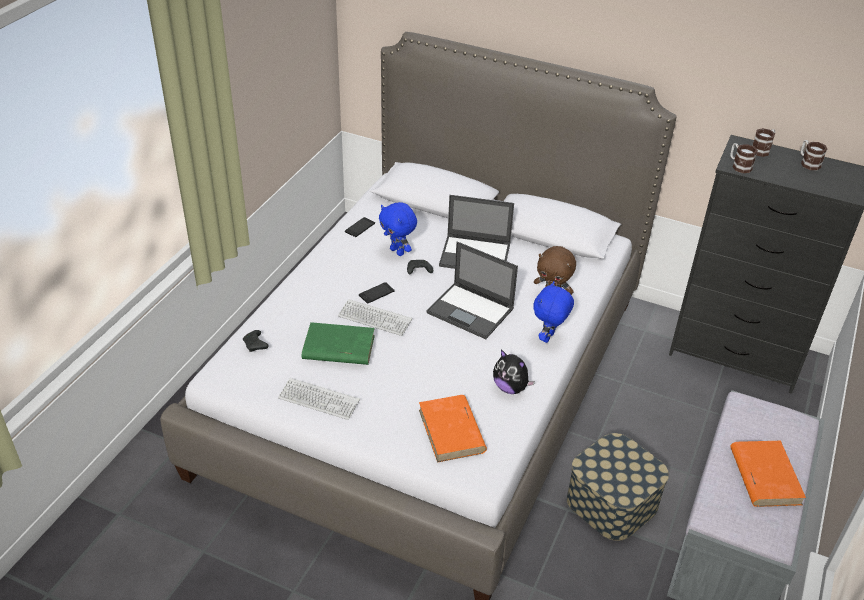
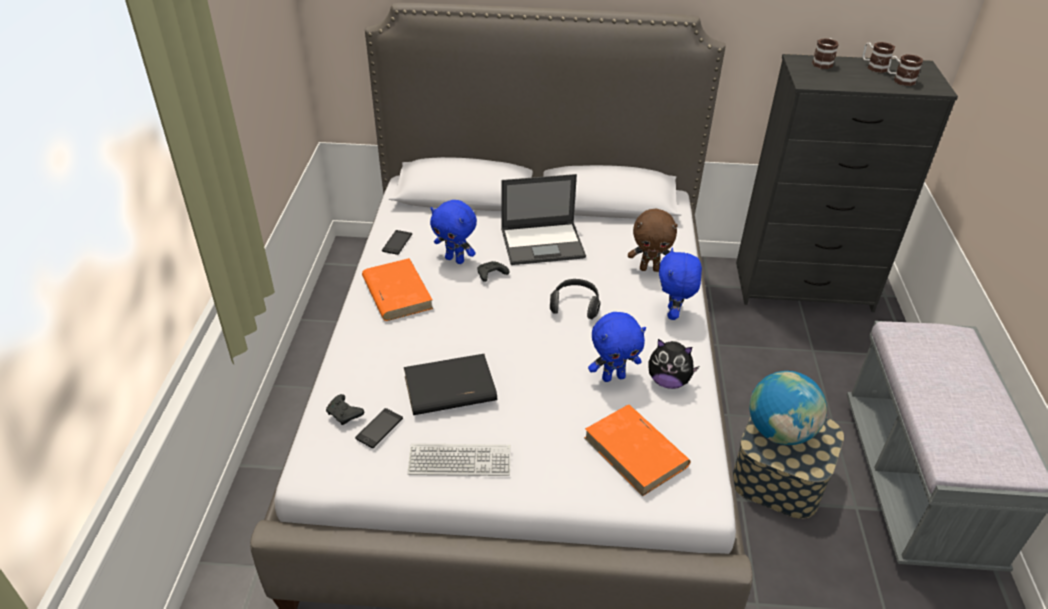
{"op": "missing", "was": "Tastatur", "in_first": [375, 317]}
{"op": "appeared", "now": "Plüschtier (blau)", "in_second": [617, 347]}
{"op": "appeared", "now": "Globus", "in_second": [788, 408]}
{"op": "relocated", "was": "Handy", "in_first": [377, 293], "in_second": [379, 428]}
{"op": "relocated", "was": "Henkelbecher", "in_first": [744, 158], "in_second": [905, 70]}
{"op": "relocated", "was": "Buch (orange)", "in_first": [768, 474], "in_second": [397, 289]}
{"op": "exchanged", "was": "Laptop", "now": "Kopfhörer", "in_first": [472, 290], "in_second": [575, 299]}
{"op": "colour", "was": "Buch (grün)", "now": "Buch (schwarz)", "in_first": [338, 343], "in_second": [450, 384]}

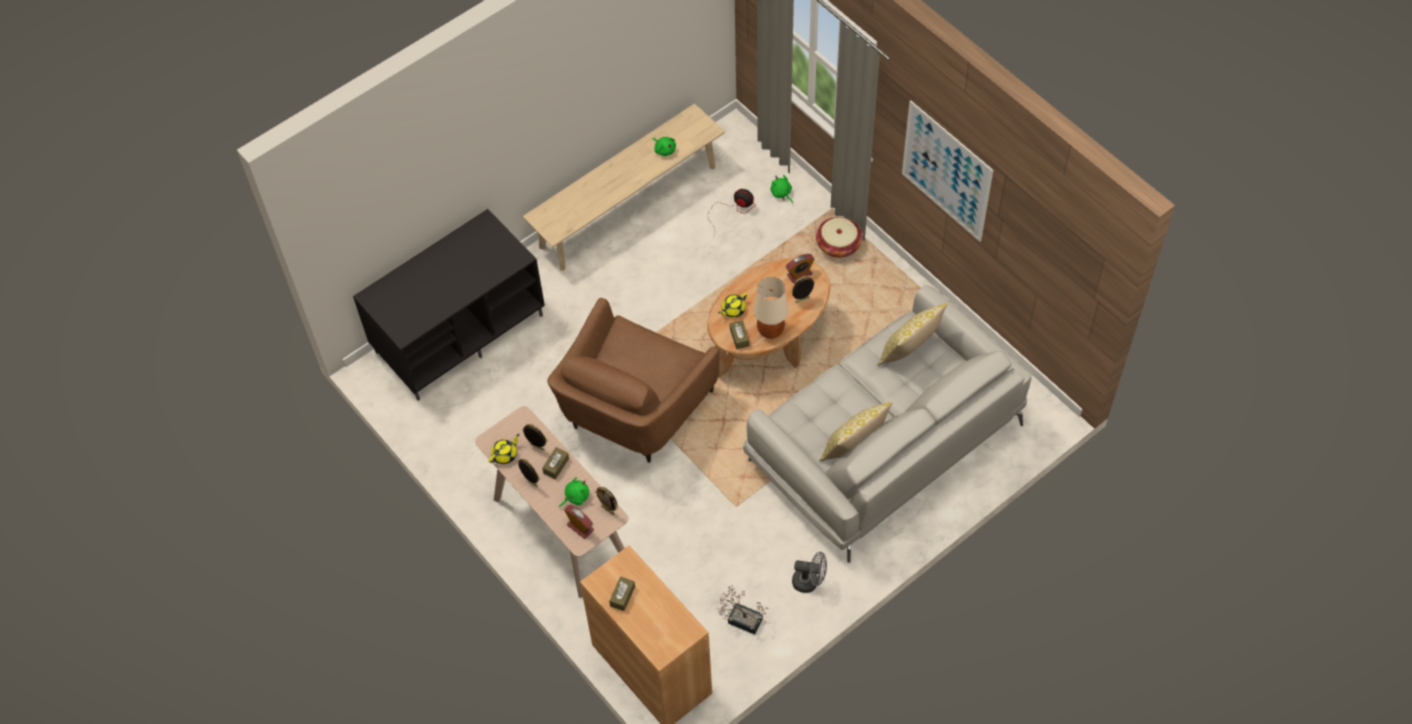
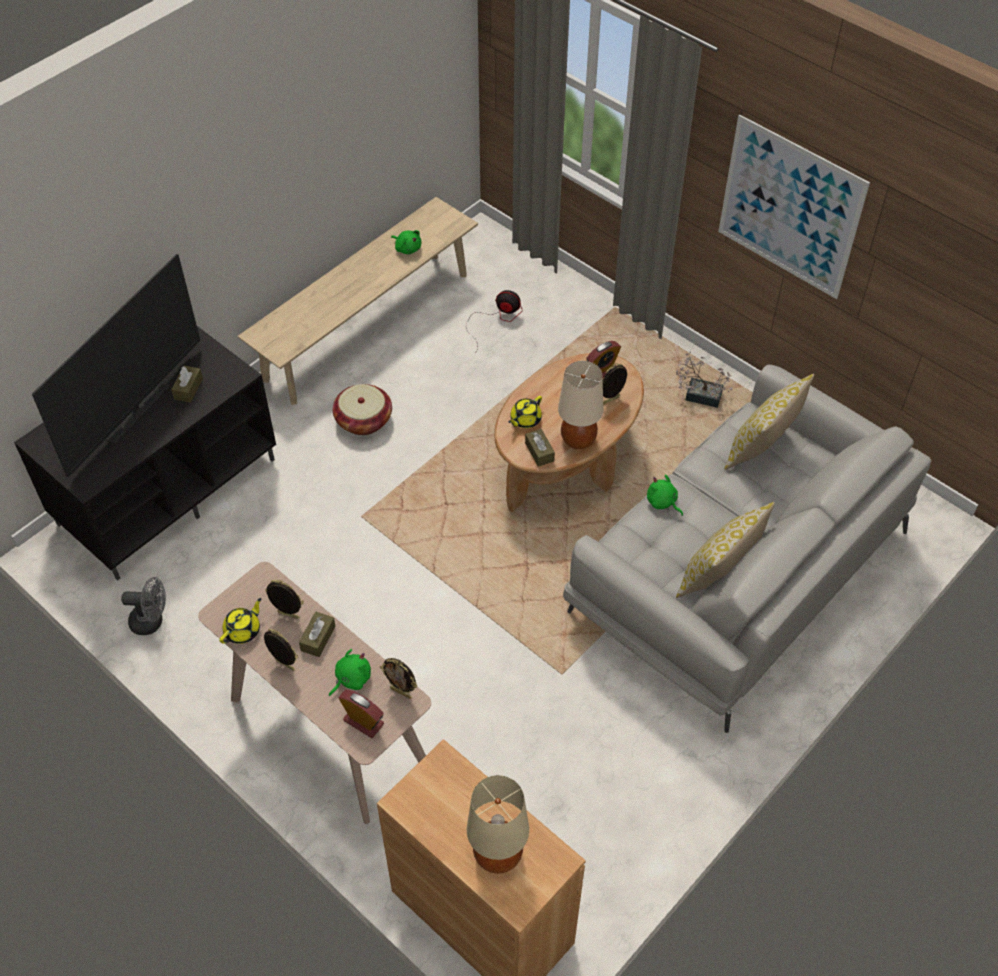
{"op": "missing", "was": "Sessel (braun)", "in_first": [633, 380]}
{"op": "appeared", "now": "Fernseher", "in_second": [116, 365]}
{"op": "appeared", "now": "Tischlampe (beige)", "in_second": [498, 824]}
{"op": "relocated", "was": "Taschentuchbox (braun)", "in_first": [622, 594], "in_second": [187, 384]}
{"op": "relocated", "was": "Topfpflanze", "in_first": [743, 610], "in_second": [704, 380]}
{"op": "relocated", "was": "Plüschtier (grün)", "in_first": [782, 189], "in_second": [665, 495]}
{"op": "relocated", "was": "Ventilator (grau)", "in_first": [809, 572], "in_second": [143, 606]}
{"op": "relocated", "was": "Korb", "in_first": [839, 237], "in_second": [362, 409]}

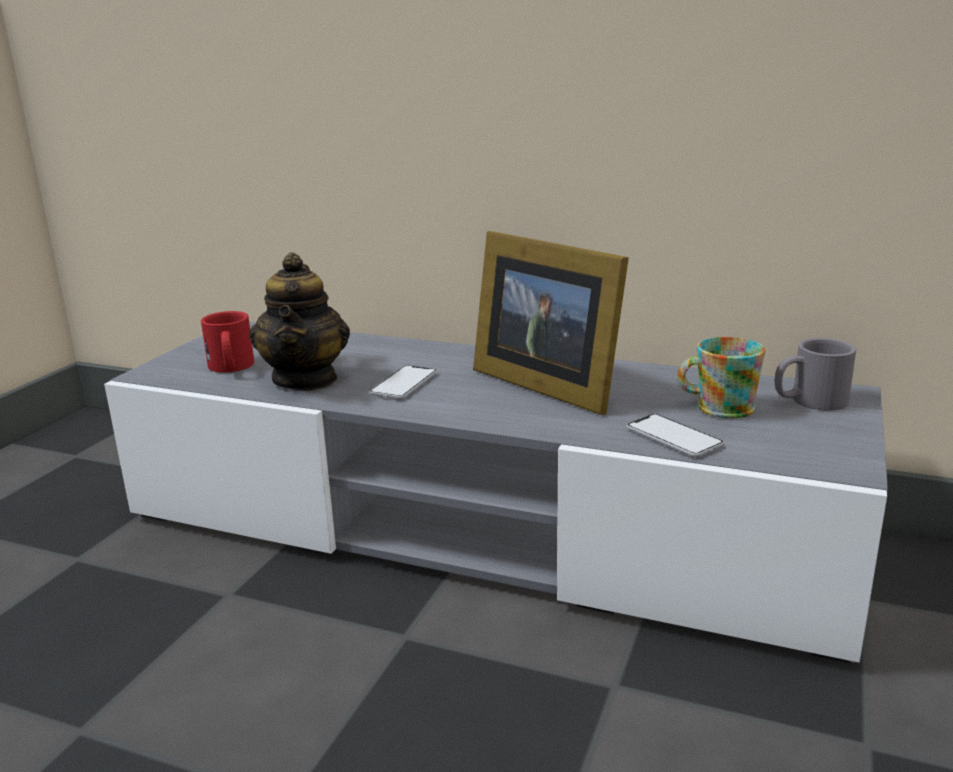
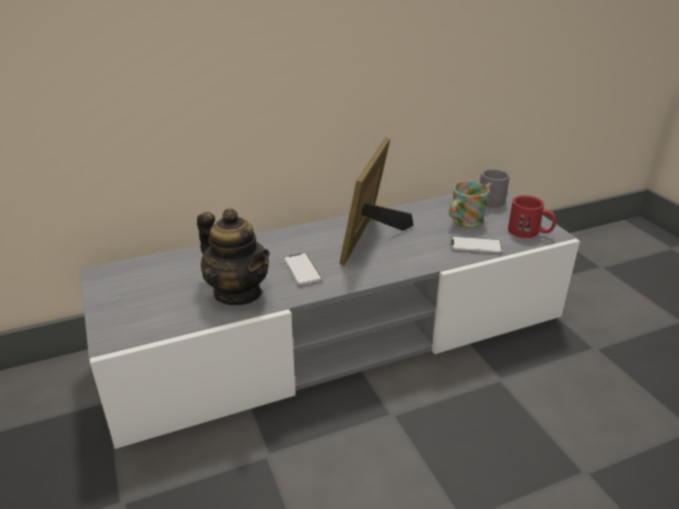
{"op": "relocated", "was": "Henkelbecher (rot)", "in_first": [227, 342], "in_second": [532, 216]}
{"op": "spun", "was": "Bilderrahmen", "in_first": [551, 323], "in_second": [376, 201], "clockwise": 105}

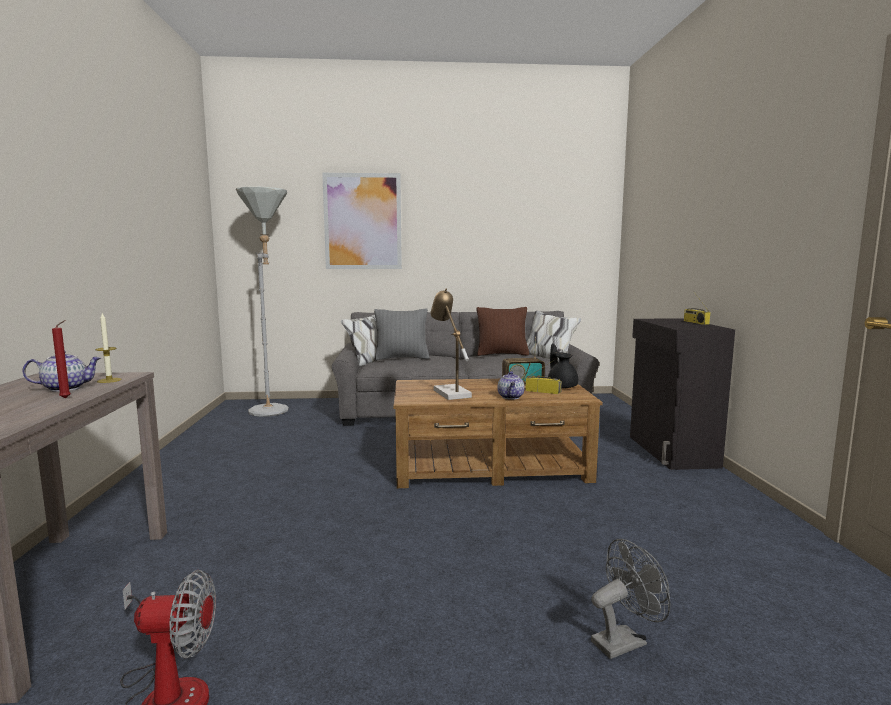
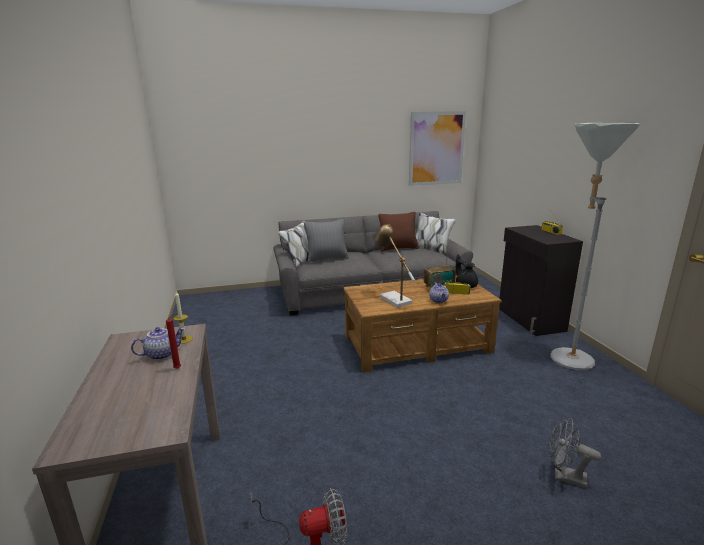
{"op": "relocated", "was": "Stehlampe (grau)", "in_first": [262, 302], "in_second": [595, 246]}
{"op": "relocated", "was": "Bild", "in_first": [362, 221], "in_second": [437, 148]}
{"op": "spun", "was": "Ventilator (grau)", "in_first": [630, 599], "in_second": [575, 453], "clockwise": -120}

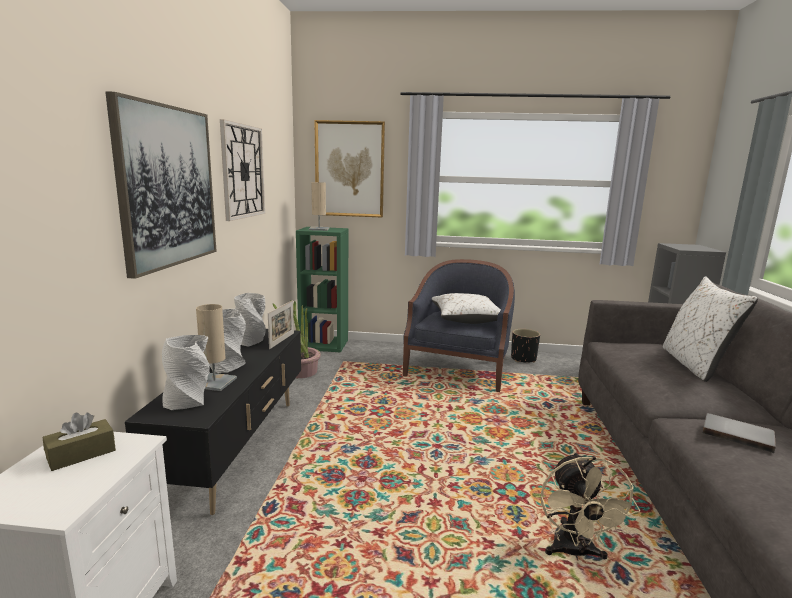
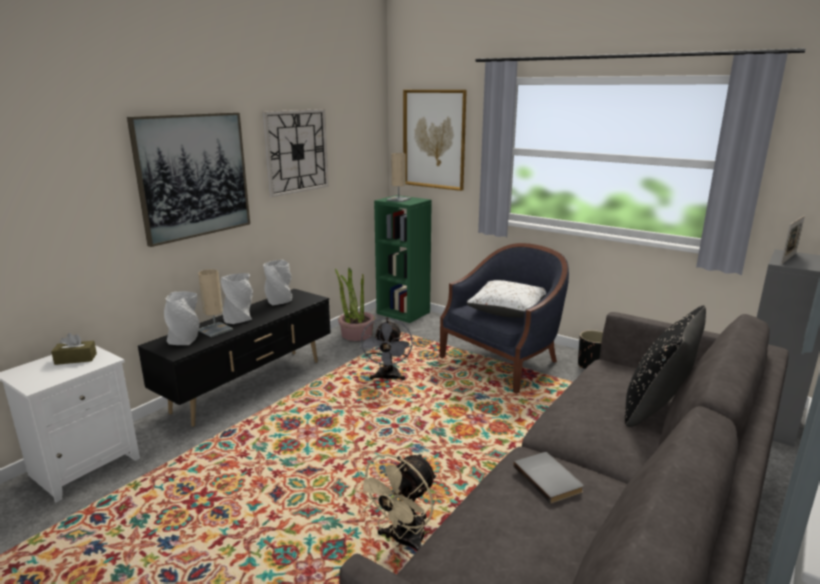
{"op": "appeared", "now": "Ventilator (grau)", "in_second": [386, 348]}
{"op": "relocated", "was": "Bilderrahmen", "in_first": [281, 324], "in_second": [793, 239]}
{"op": "colour", "was": "Kissen (weiß)", "now": "Kissen (schwarz)", "in_first": [710, 329], "in_second": [665, 366]}

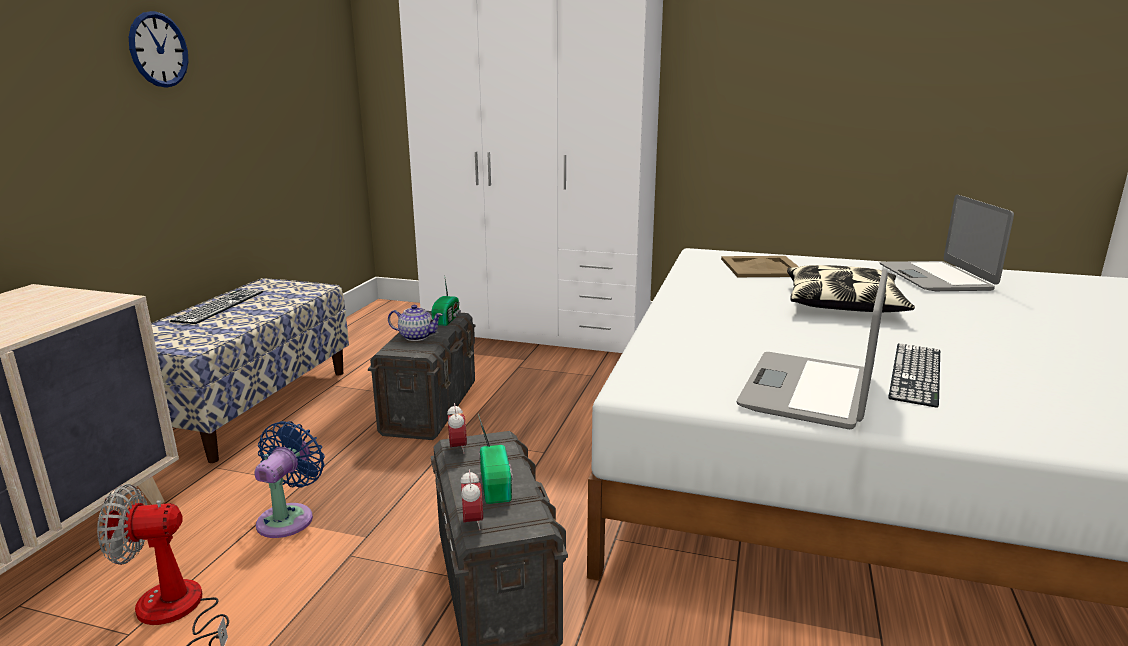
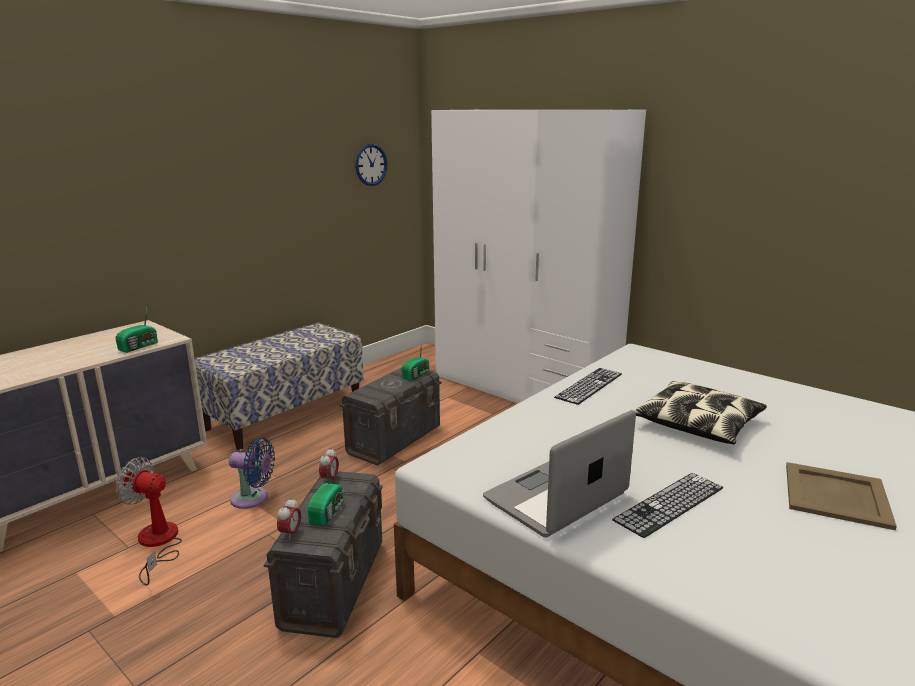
{"op": "missing", "was": "Teekanne", "in_first": [415, 323]}
{"op": "missing", "was": "Laptop", "in_first": [946, 243]}
{"op": "appeared", "now": "Radio", "in_second": [136, 331]}
{"op": "relocated", "was": "Wanduhr", "in_first": [159, 49], "in_second": [371, 165]}
{"op": "relocated", "was": "Tastatur", "in_first": [216, 306], "in_second": [588, 386]}
{"op": "relocated", "was": "Tablett (beige)", "in_first": [760, 266], "in_second": [841, 496]}
{"op": "spun", "was": "Ventilator (blau)", "in_first": [289, 479], "in_second": [252, 473], "clockwise": 60}

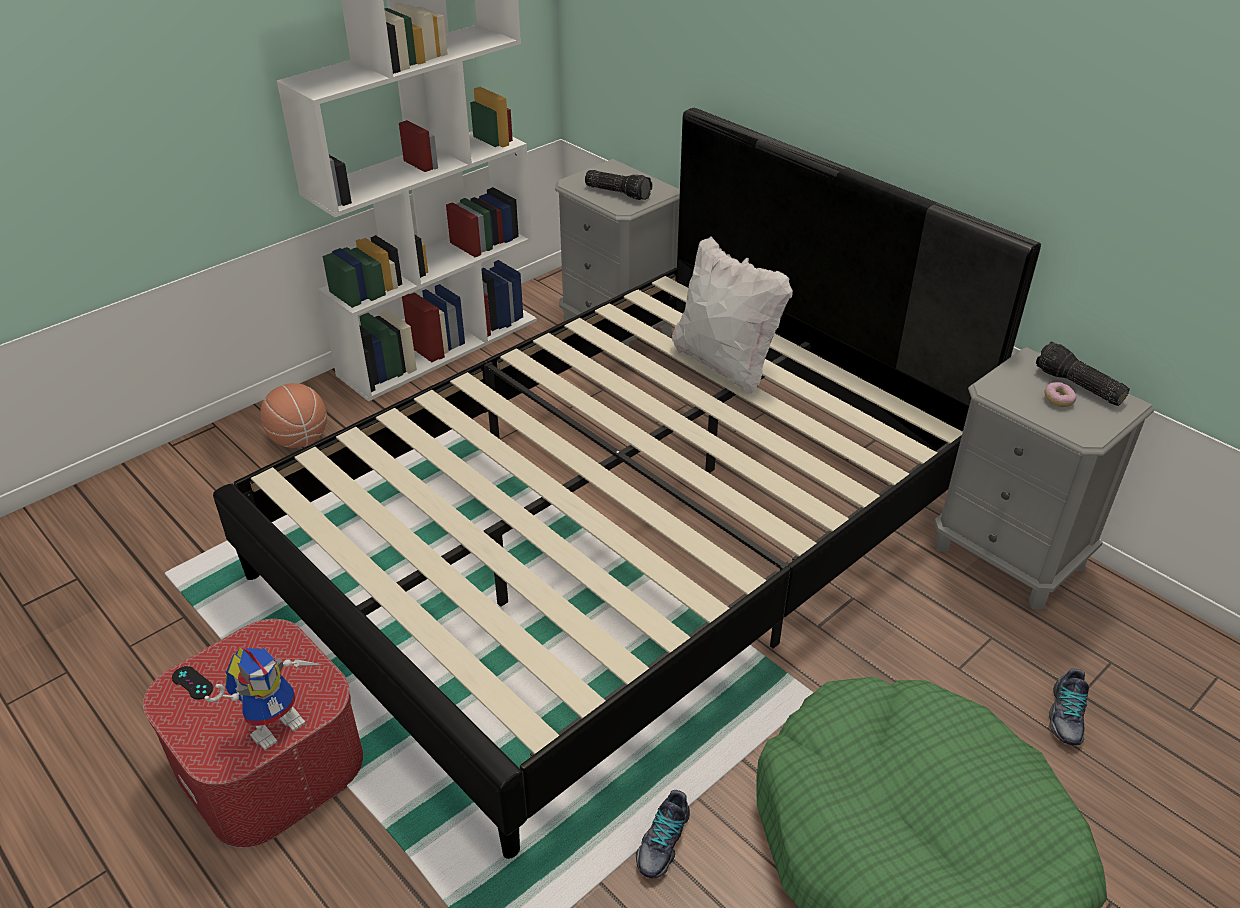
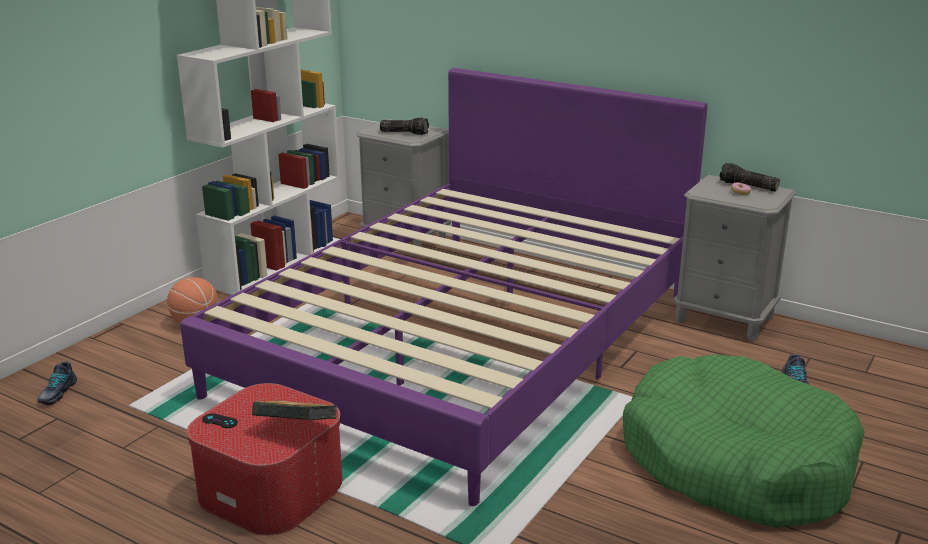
{"op": "missing", "was": "Kissen (weiß)", "in_first": [732, 315]}
{"op": "relocated", "was": "Schuh", "in_first": [663, 834], "in_second": [57, 383]}
{"op": "exchanged", "was": "Spielzeugroboter", "now": "Buch", "in_first": [264, 698], "in_second": [294, 410]}
{"op": "colour", "was": "Bett (schwarz)", "now": "Bett (lila)", "in_first": [627, 483], "in_second": [444, 287]}

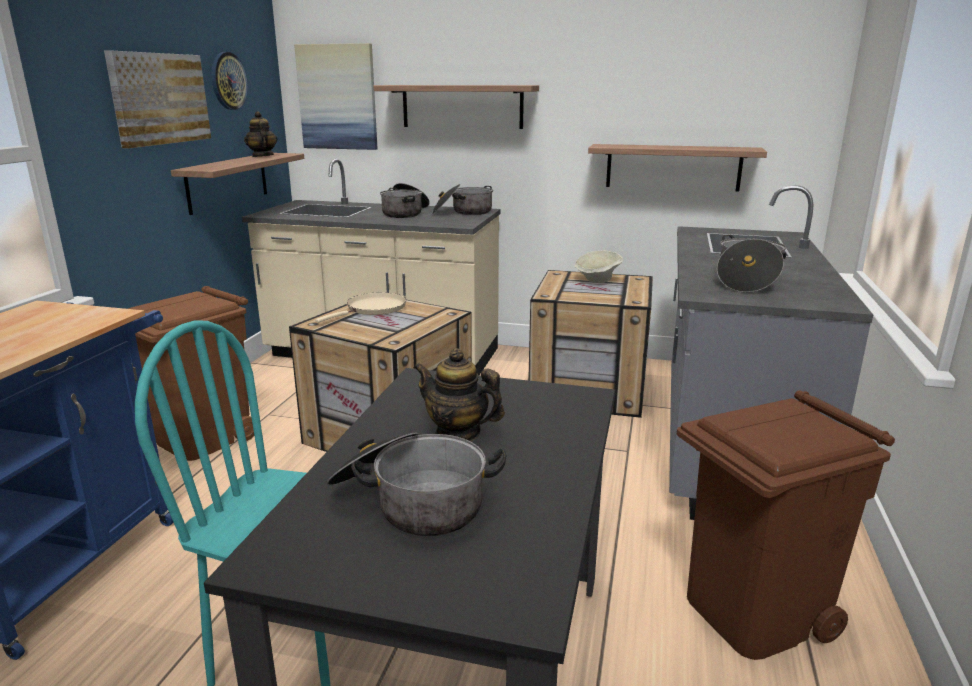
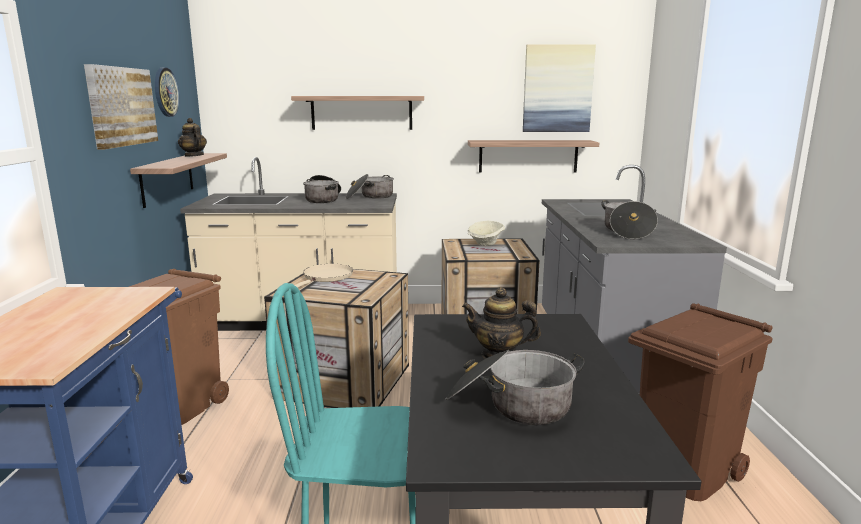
{"op": "relocated", "was": "Bild", "in_first": [336, 96], "in_second": [559, 88]}

